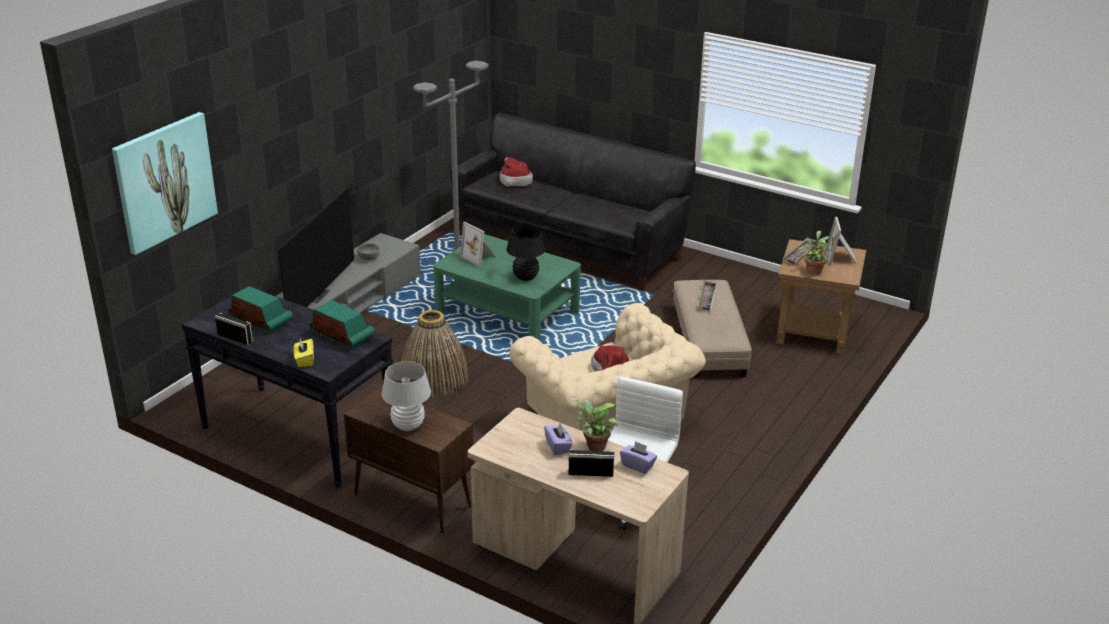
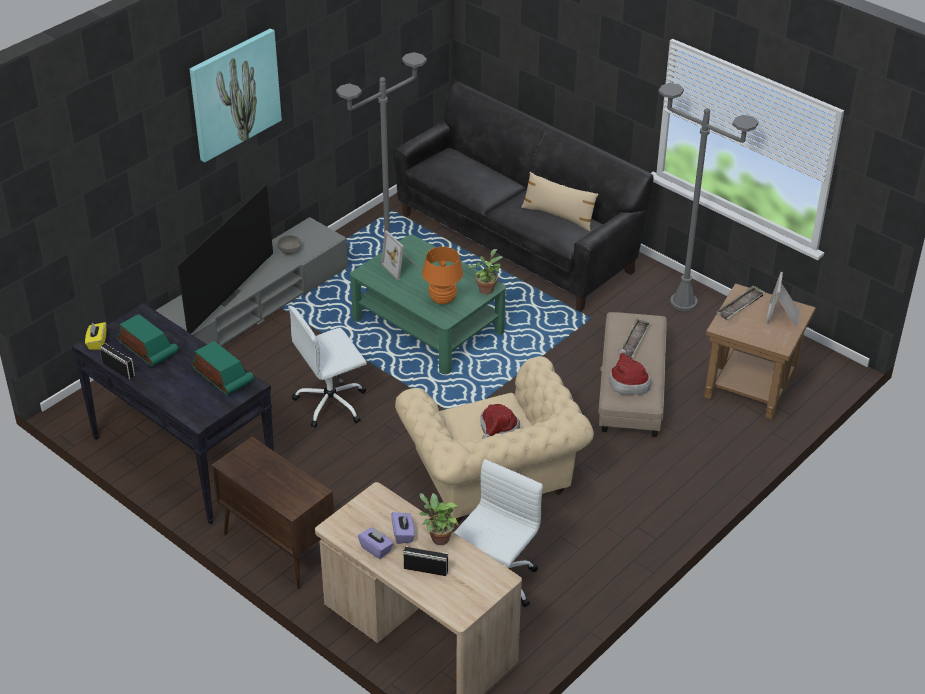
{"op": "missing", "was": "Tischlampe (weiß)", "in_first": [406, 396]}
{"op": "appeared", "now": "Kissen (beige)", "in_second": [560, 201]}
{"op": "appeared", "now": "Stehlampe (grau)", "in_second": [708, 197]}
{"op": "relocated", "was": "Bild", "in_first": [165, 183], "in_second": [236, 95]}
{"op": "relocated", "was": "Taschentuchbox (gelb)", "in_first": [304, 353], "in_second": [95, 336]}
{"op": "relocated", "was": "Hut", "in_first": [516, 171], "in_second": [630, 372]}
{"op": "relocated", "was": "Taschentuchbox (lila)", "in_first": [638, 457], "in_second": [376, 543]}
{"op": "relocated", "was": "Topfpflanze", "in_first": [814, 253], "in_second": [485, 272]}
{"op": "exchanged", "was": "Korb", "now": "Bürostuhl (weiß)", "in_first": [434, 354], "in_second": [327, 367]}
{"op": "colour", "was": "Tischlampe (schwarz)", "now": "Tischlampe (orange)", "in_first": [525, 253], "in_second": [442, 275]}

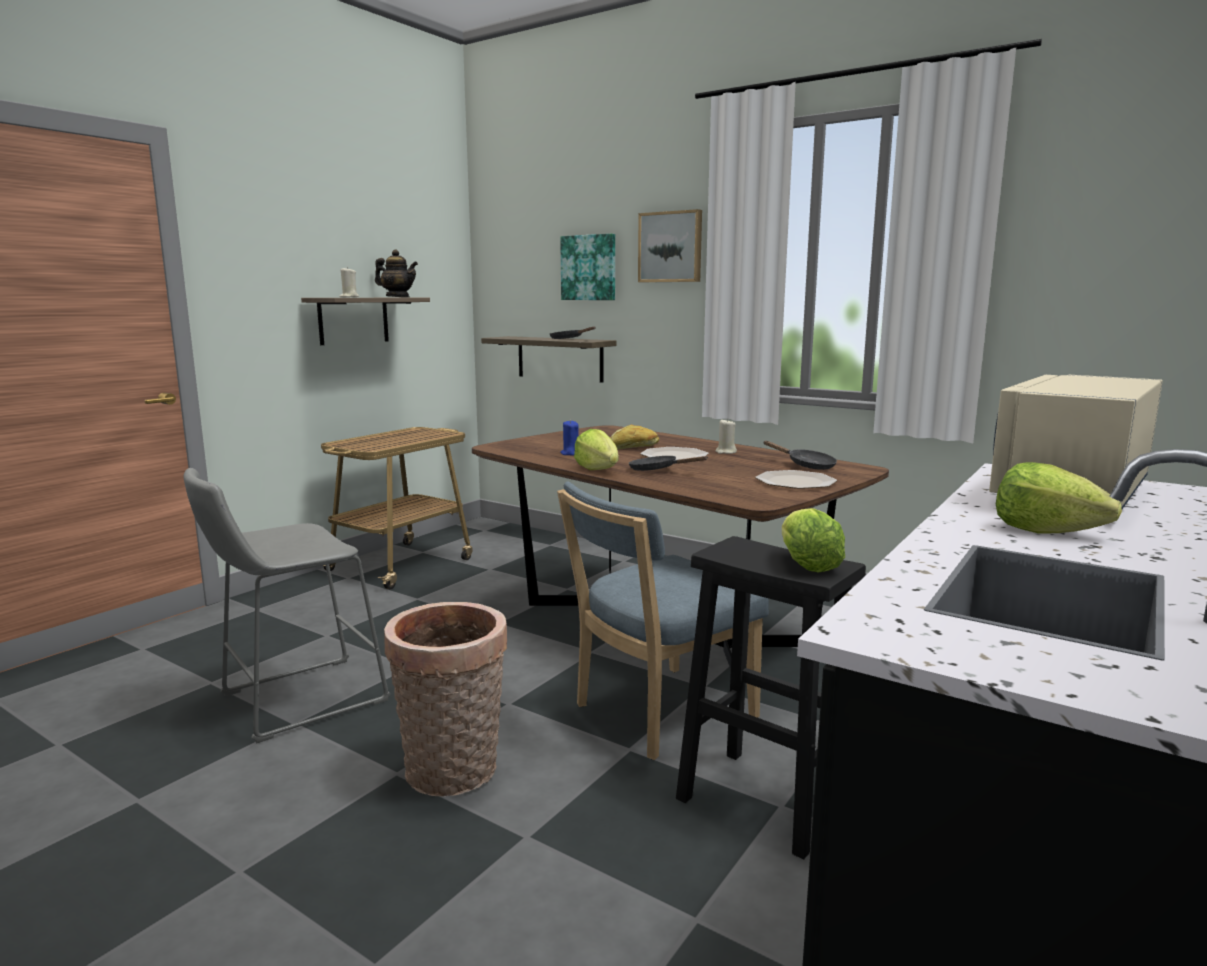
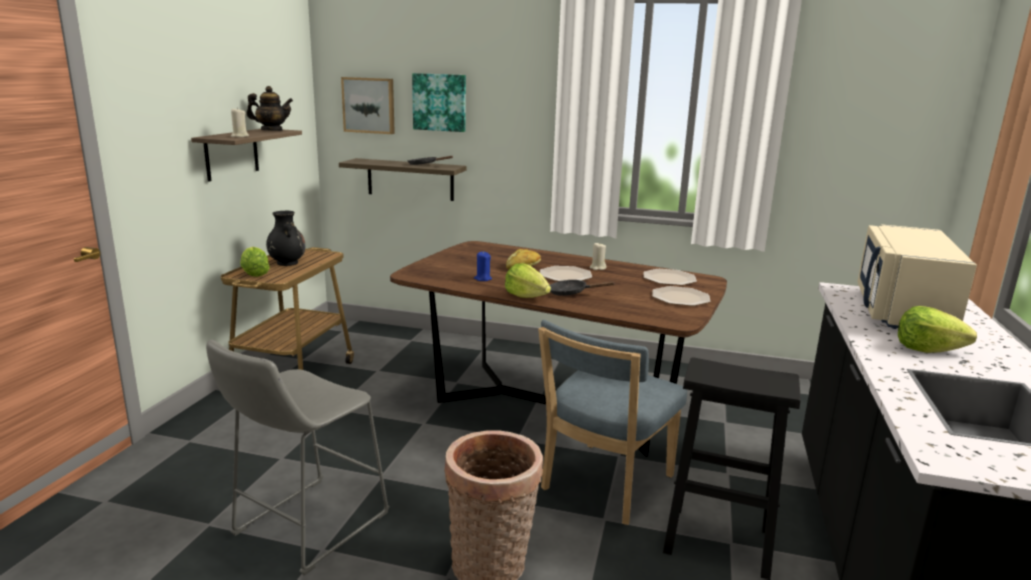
{"op": "appeared", "now": "Vase (schwarz)", "in_second": [286, 238]}
{"op": "relocated", "was": "Bild", "in_first": [670, 245], "in_second": [368, 105]}
{"op": "relocated", "was": "Salatkopf", "in_first": [813, 540], "in_second": [255, 262]}
{"op": "exchanged", "was": "Pfanne (schwarz)", "now": "Teller", "in_first": [800, 455], "in_second": [670, 277]}

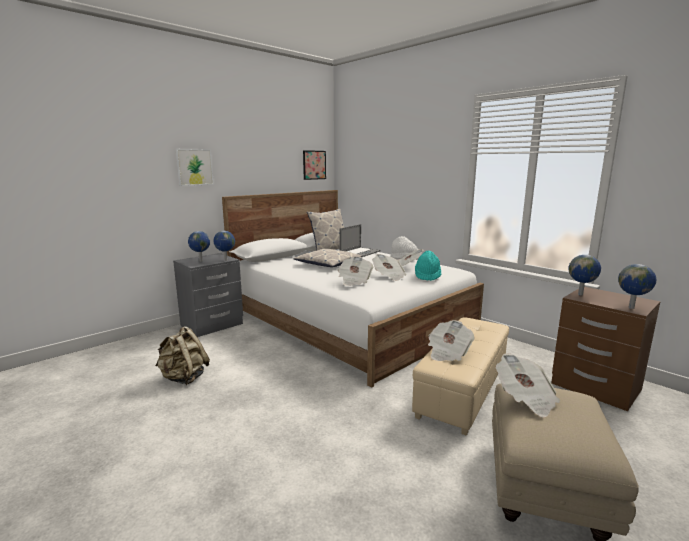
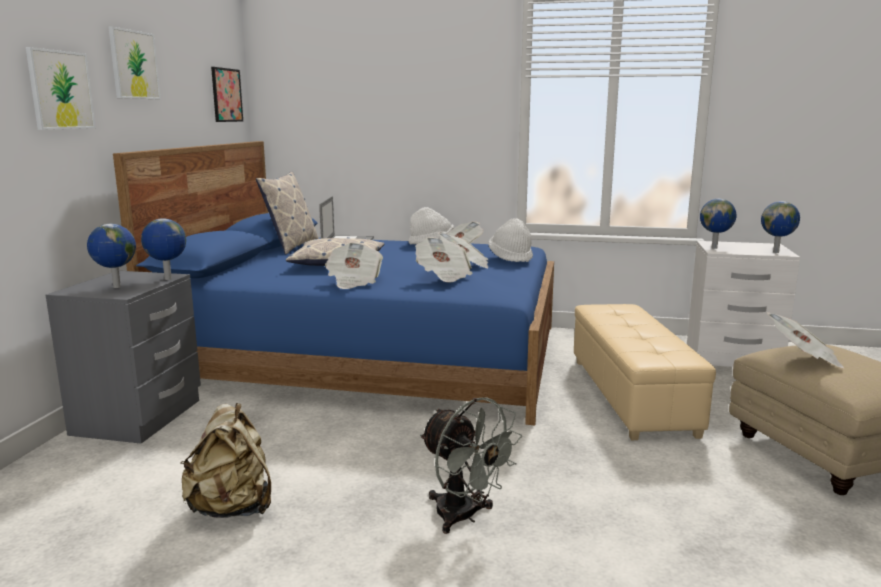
{"op": "appeared", "now": "Bild", "in_second": [134, 63]}
{"op": "appeared", "now": "Ventilator (grau)", "in_second": [471, 465]}
{"op": "relocated", "was": "Zeitung", "in_first": [451, 340], "in_second": [354, 265]}
{"op": "colour", "was": "Bett (weiß)", "now": "Bett (blau)", "in_first": [353, 289], "in_second": [333, 283]}
{"op": "colour", "was": "Hut (türkis)", "now": "Hut (weiß)", "in_first": [428, 266], "in_second": [510, 240]}
{"op": "colour", "was": "Nachttisch (braun)", "now": "Nachttisch (weiß)", "in_first": [606, 349], "in_second": [743, 304]}

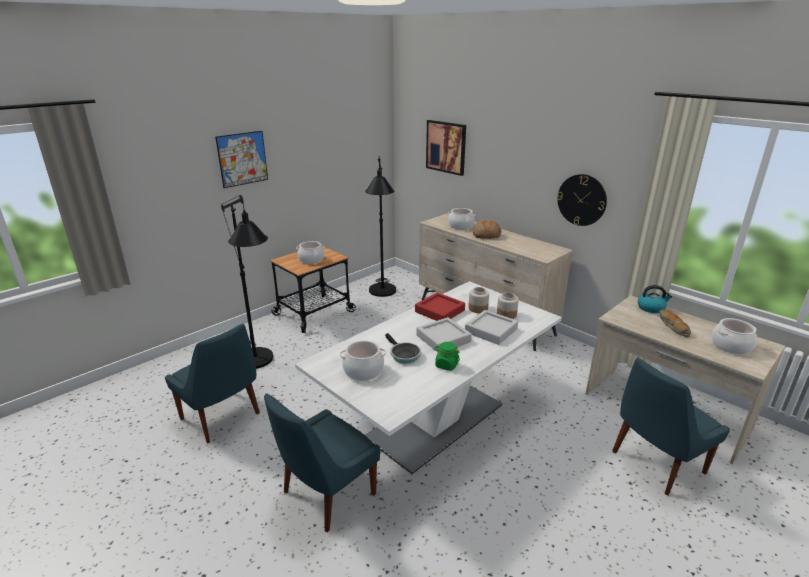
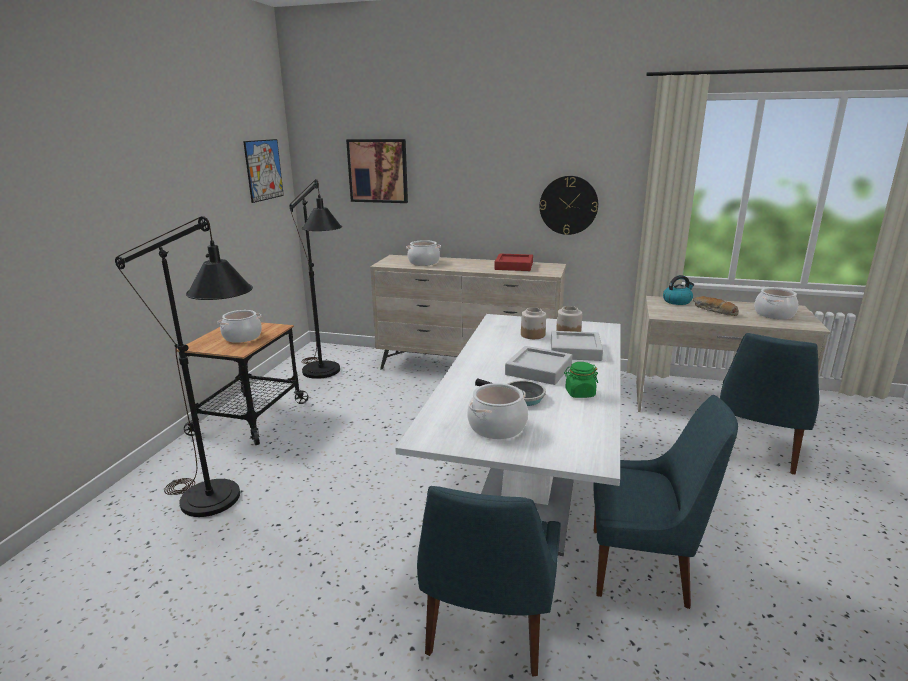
{"op": "missing", "was": "Brot", "in_first": [487, 229]}
{"op": "relocated", "was": "Stuhl (blau)", "in_first": [212, 383], "in_second": [666, 502]}
{"op": "relocated", "was": "Bild", "in_first": [241, 159], "in_second": [263, 171]}
{"op": "relocated", "was": "Tablett (rot)", "in_first": [440, 306], "in_second": [513, 262]}

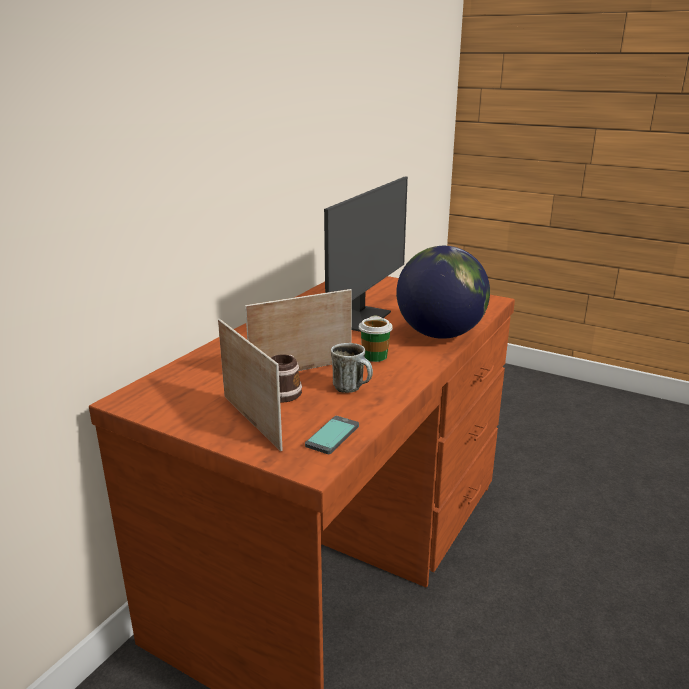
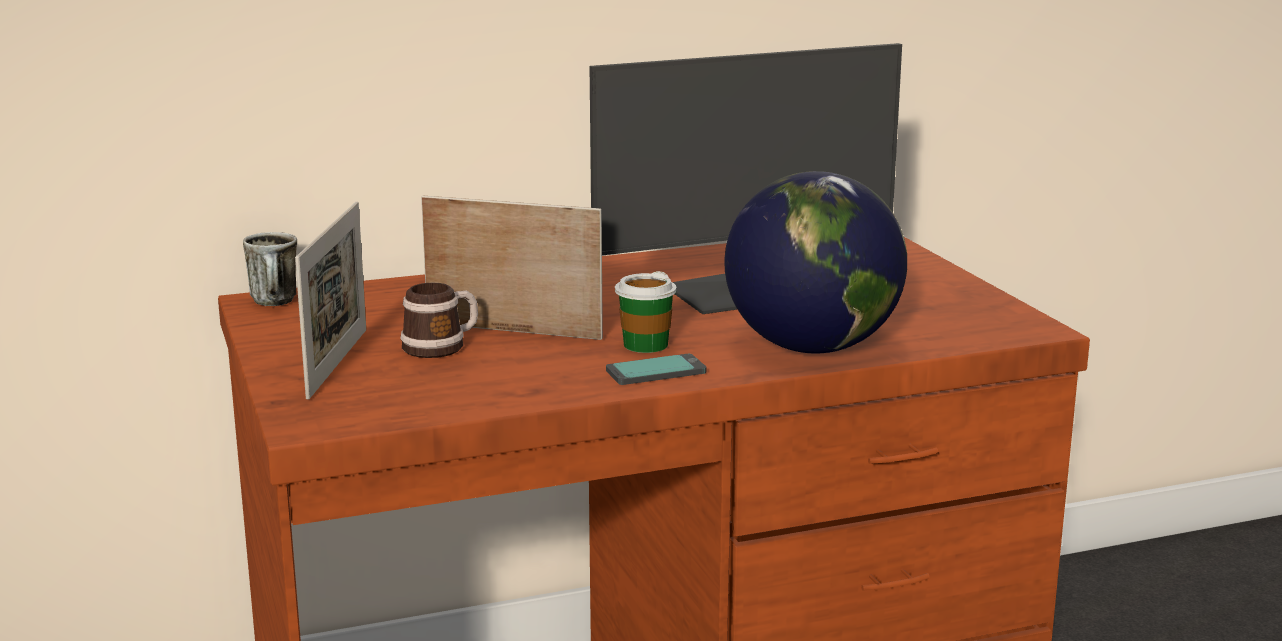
{"op": "relocated", "was": "Handy", "in_first": [332, 435], "in_second": [656, 369]}
{"op": "relocated", "was": "Henkelbecher", "in_first": [352, 368], "in_second": [270, 269]}

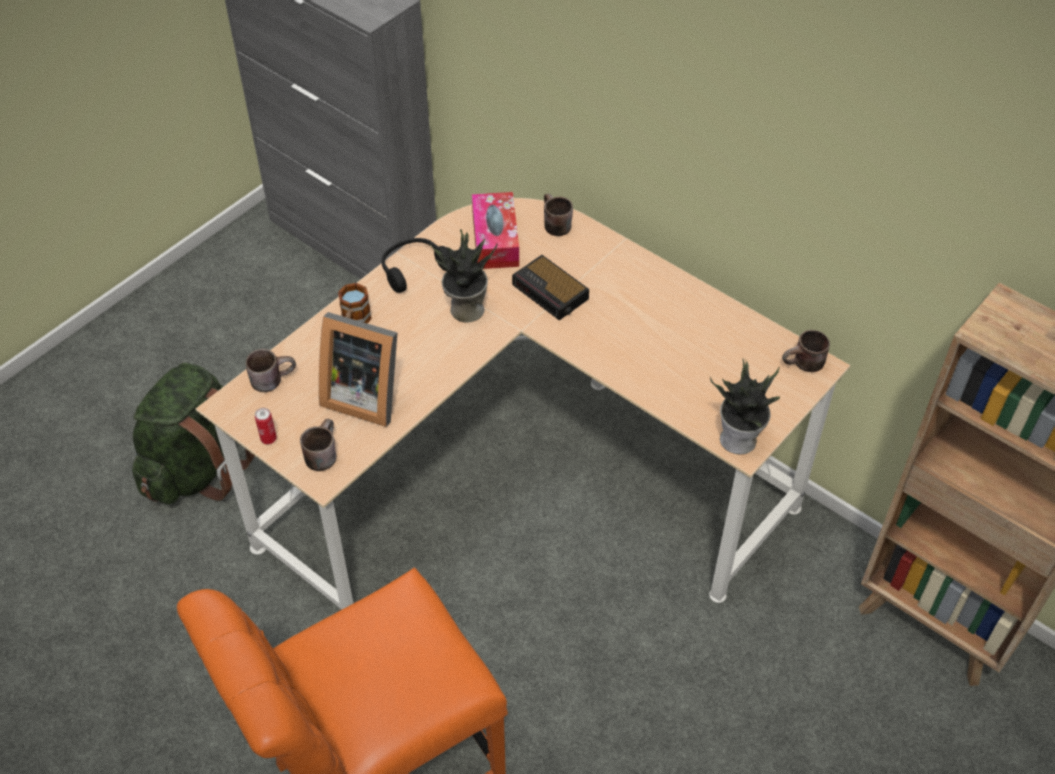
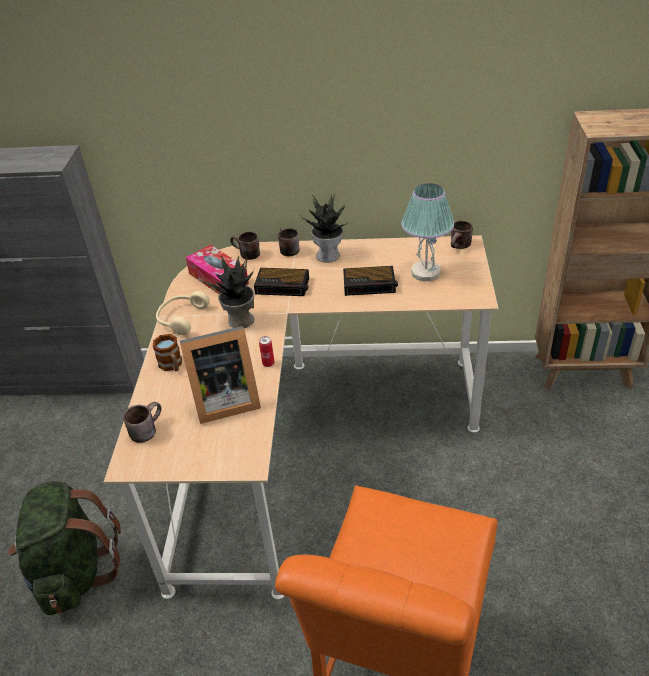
{"op": "appeared", "now": "Wecker", "in_second": [370, 281]}
{"op": "appeared", "now": "Tischlampe", "in_second": [427, 232]}
{"op": "relocated", "was": "Dose", "in_first": [266, 426], "in_second": [267, 351]}
{"op": "relocated", "was": "Henkelbecher (braun)", "in_first": [318, 445], "in_second": [288, 242]}
{"op": "relocated", "was": "Topfpflanze", "in_first": [745, 406], "in_second": [323, 228]}
{"op": "colour", "was": "Kopfhörer (schwarz)", "now": "Kopfhörer (beige)", "in_first": [415, 265], "in_second": [183, 313]}

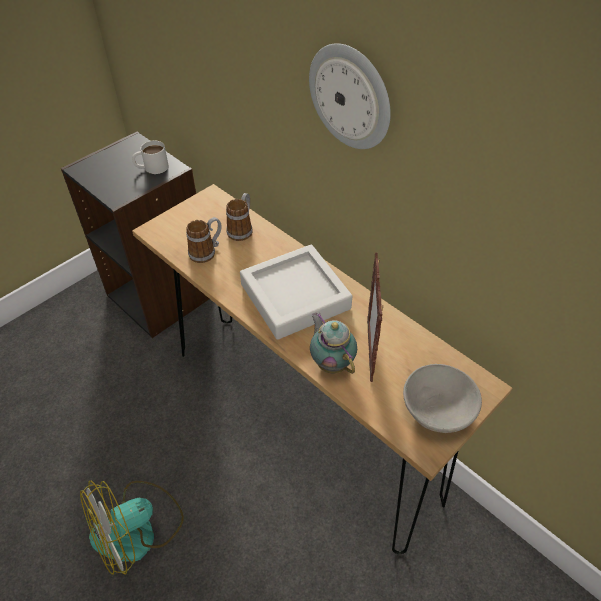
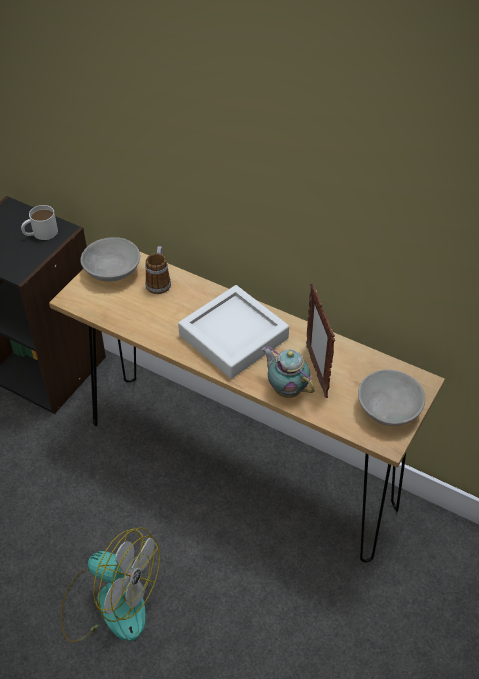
{"op": "missing", "was": "Henkelbecher", "in_first": [204, 240]}
{"op": "missing", "was": "Wanduhr", "in_first": [350, 96]}
{"op": "appeared", "now": "Schüssel (grau)", "in_second": [110, 259]}
{"op": "spun", "was": "Ventilator", "in_first": [132, 527], "in_second": [110, 585], "clockwise": -105}

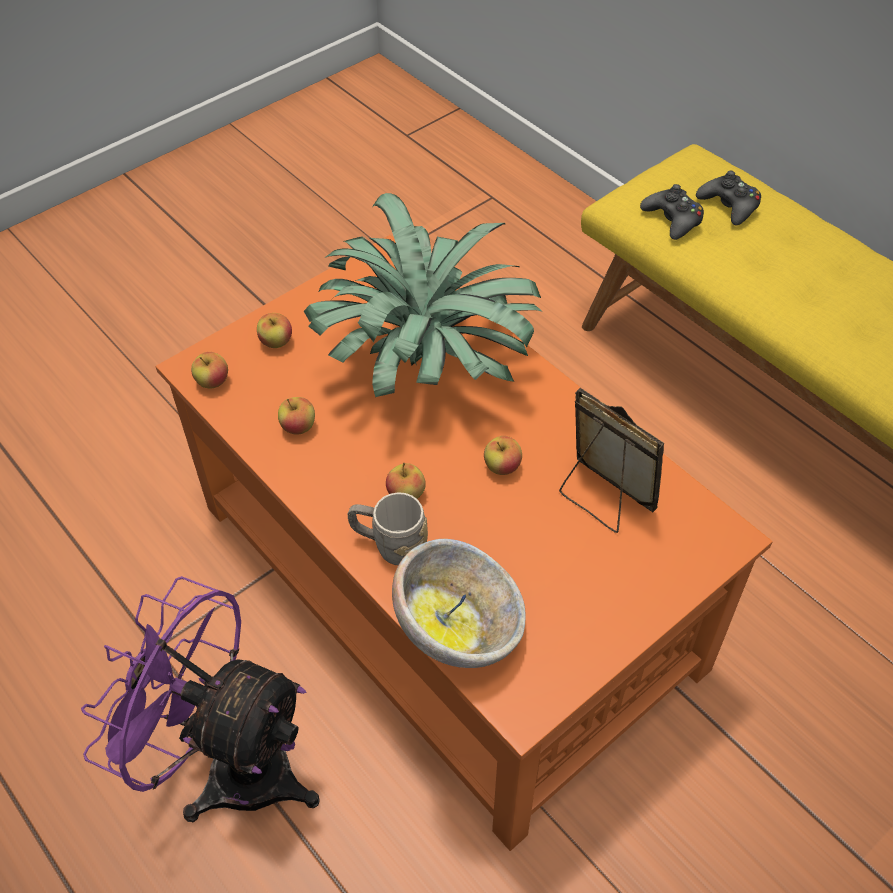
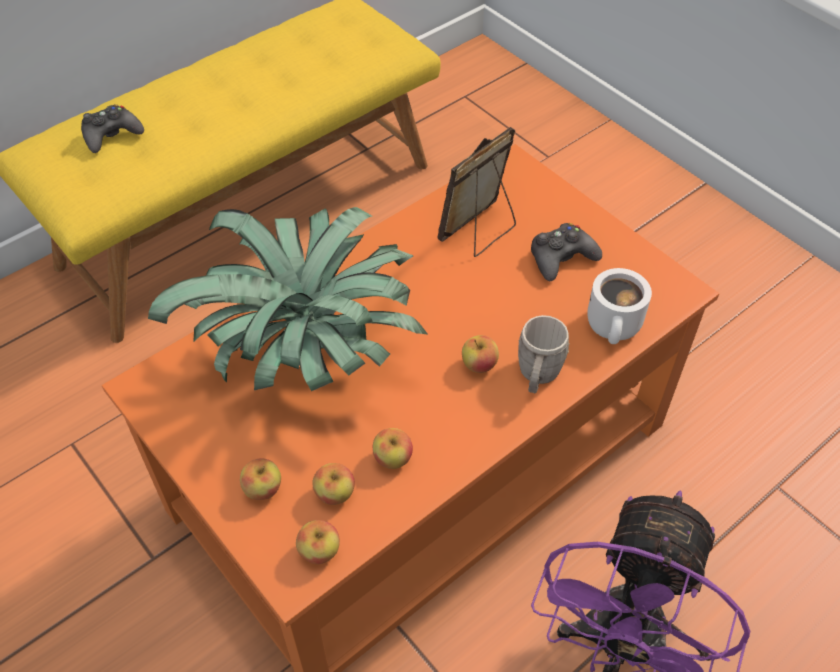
{"op": "relocated", "was": "Apfel", "in_first": [503, 455], "in_second": [333, 484]}
{"op": "relocated", "was": "Gamepad (schwarz)", "in_first": [672, 212], "in_second": [566, 252]}
{"op": "exchanged", "was": "Schüssel", "now": "Henkelbecher (weiß)", "in_first": [459, 603], "in_second": [619, 306]}

